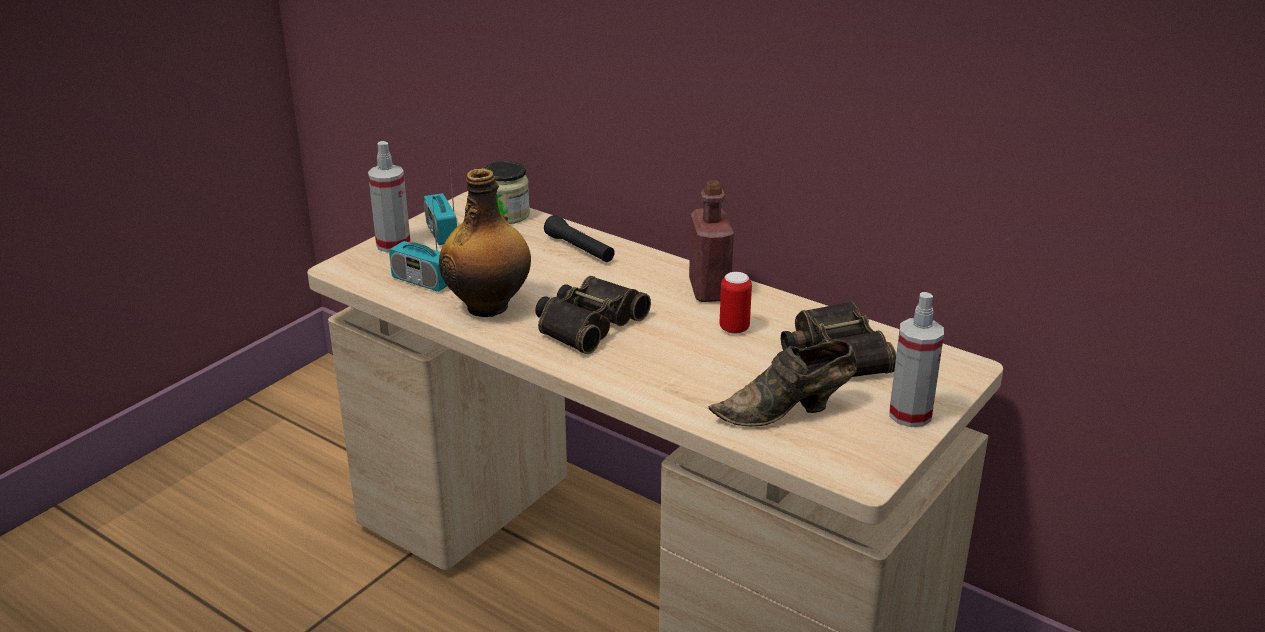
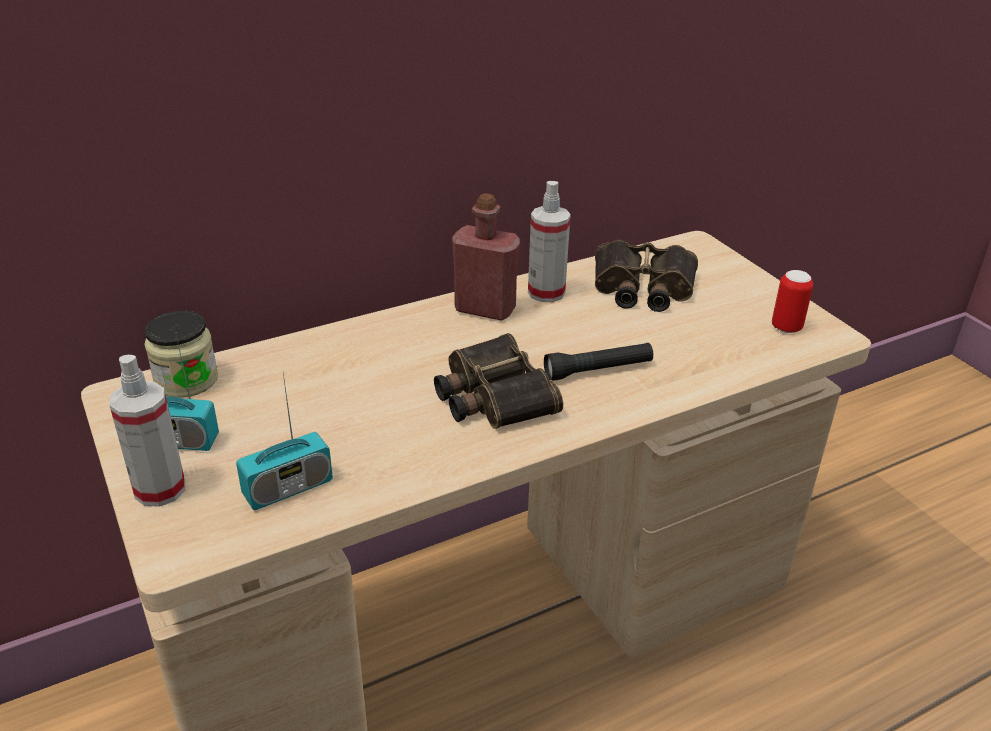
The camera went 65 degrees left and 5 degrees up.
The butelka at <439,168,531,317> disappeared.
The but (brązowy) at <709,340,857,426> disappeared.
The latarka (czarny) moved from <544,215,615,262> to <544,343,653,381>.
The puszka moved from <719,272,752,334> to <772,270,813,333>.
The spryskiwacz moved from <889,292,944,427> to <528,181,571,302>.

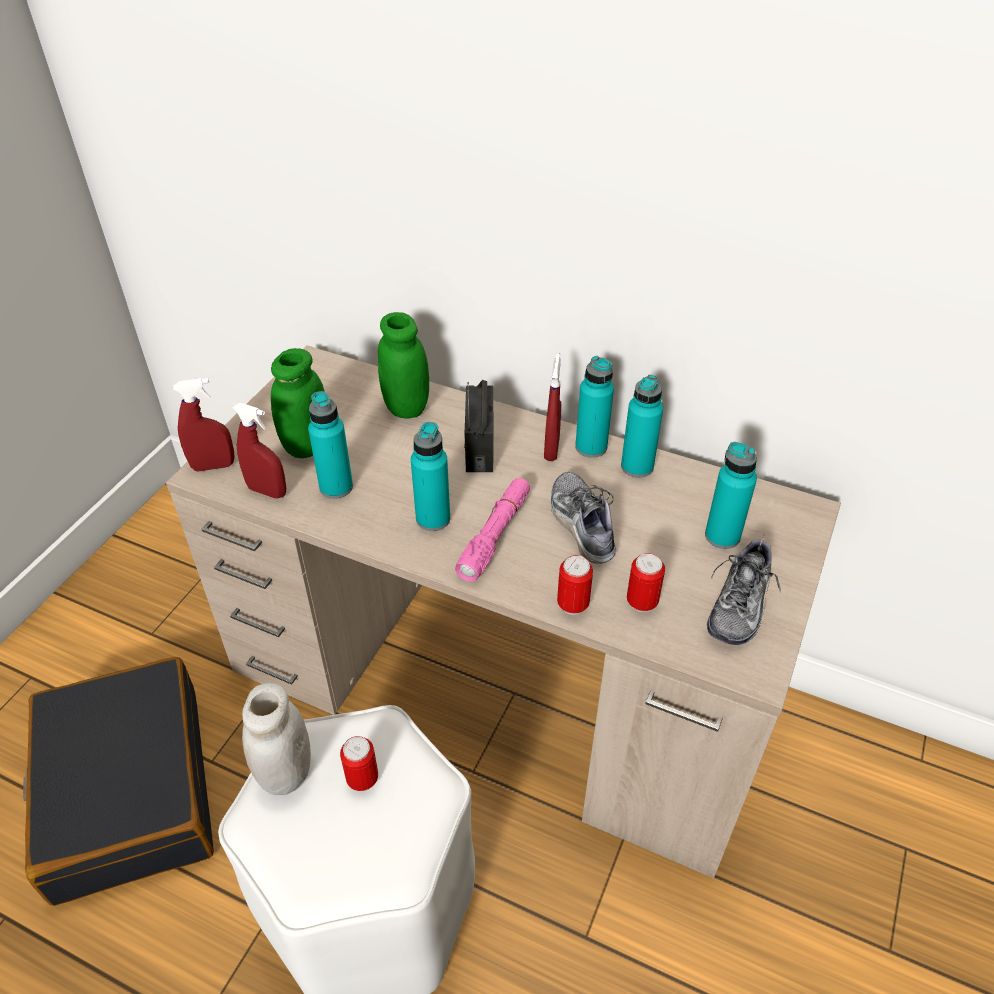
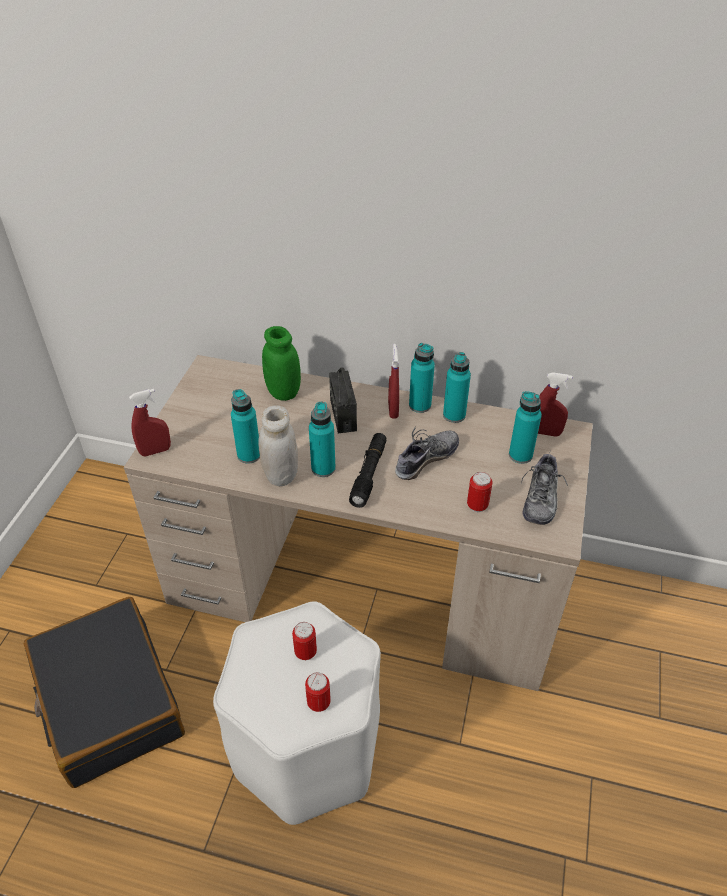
The camera went 10 degrees left and 0 degrees up.
The słoik (zielony) at <271,348,325,458> disappeared.
The spryskiwacz (czerwony) moved from <233,403,286,499> to <538,372,572,437>.
The słoik (biały) moved from <242,683,311,795> to <258,406,298,486>.
The puszka moved from <557,555,593,615> to <305,672,331,712>.
The latarka (różowy) at <455,478,530,582> became the latarka (czarny) at <349,433,386,508>.
The but at <551,472,616,564> turned 75 degrees clockwise.

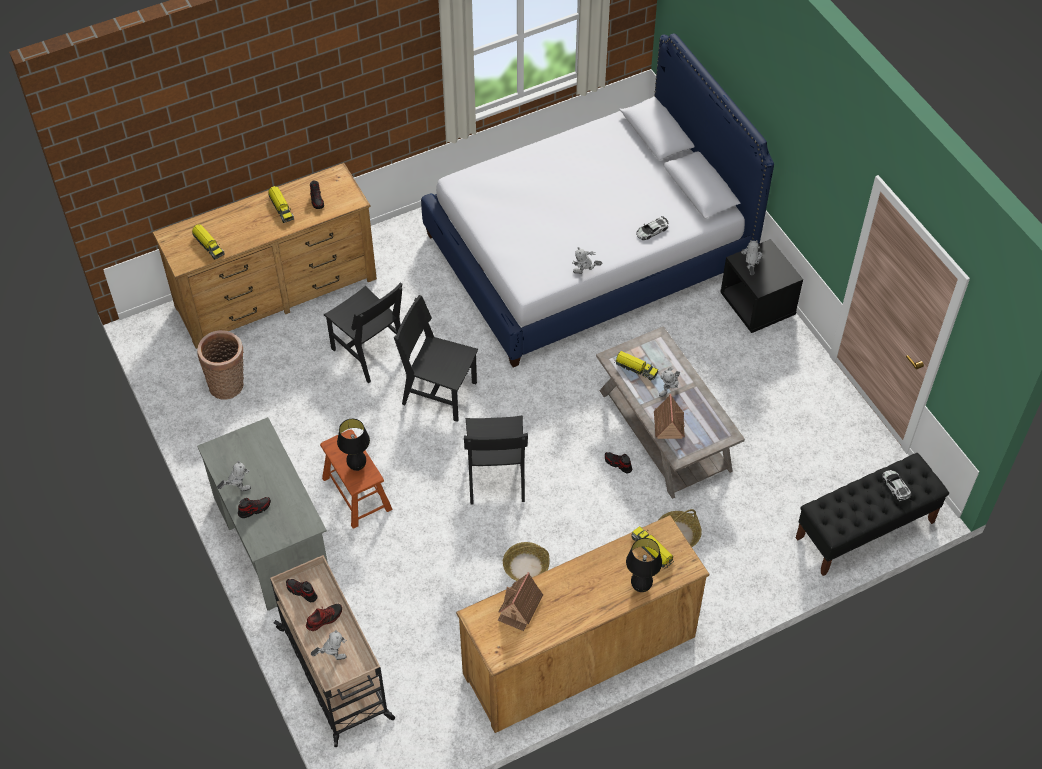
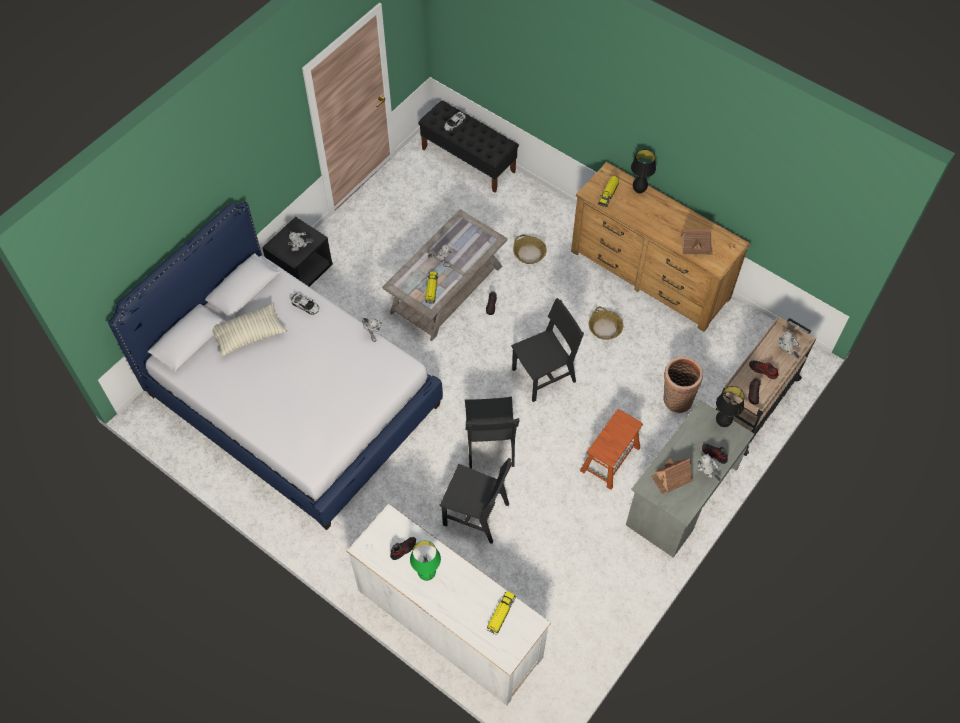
The camera went 115 degrees left and 5 degrees up.
The poduszka at <212,303,287,357> appeared.
The koszyk moved from <197,330,244,400> to <663,356,703,413>.
The lampa stołowa (czarny) moved from <337,419,370,471> to <716,386,744,427>.
The domek moved from <654,394,685,439> to <651,458,693,494>.
The ciężarówka zabawkowa at <268,186,294,223> was replaced by the lampa stołowa (zielony) at <410,540,441,581>.
The komoda (brązowy) at <152,163,377,349> became the komoda (biały) at <346,503,551,705>.
The krzesło (czarny) at <324,282,403,383> turned 90 degrees clockwise.

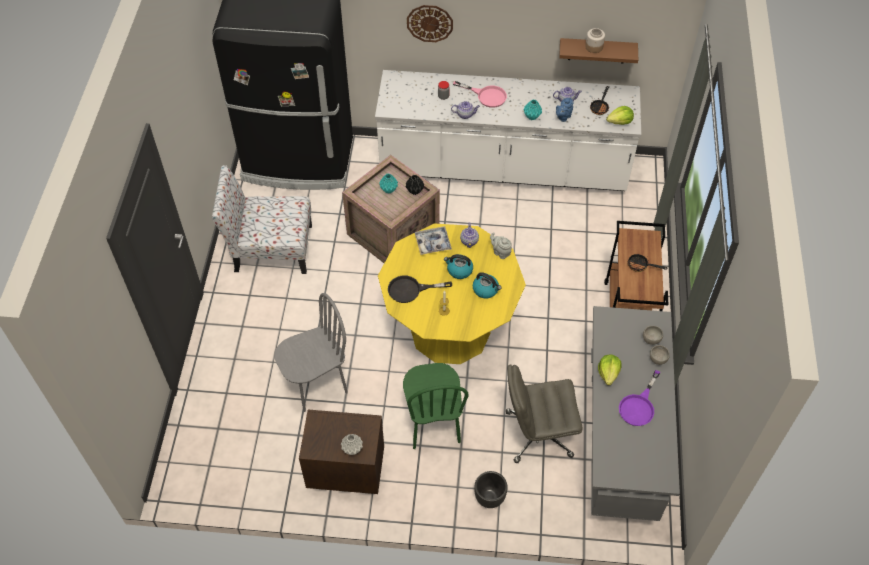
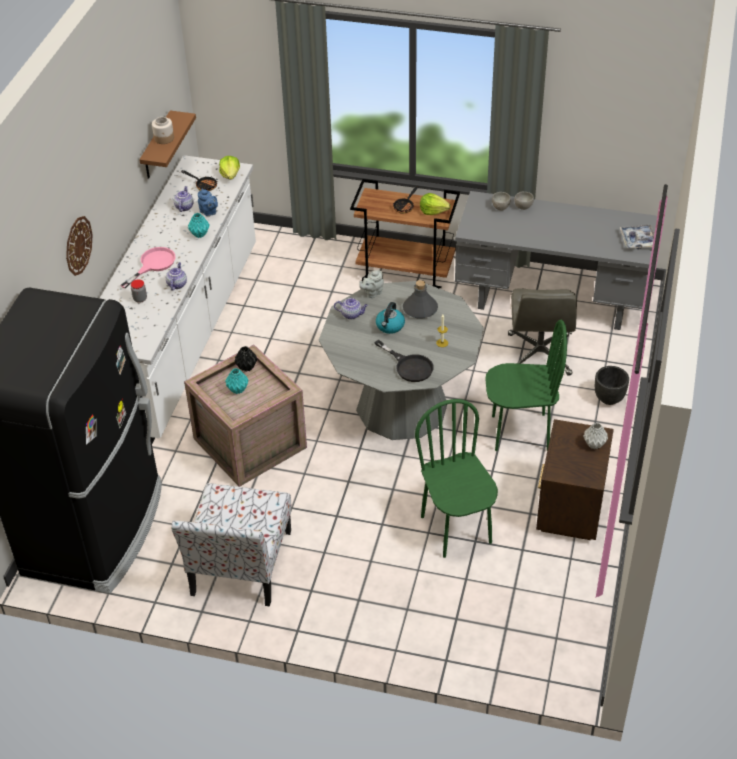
The camera went 80 degrees left and 10 degrees down.
The patelnia (fioletowy) at <619,370,661,426> disappeared.
The taca moved from <415,226,452,255> to <620,225,654,249>.
The sałata moved from <598,354,621,385> to <420,193,451,215>.
The czajnik at <473,272,502,299> was replaced by the butelka (szary) at <403,280,438,319>.
The krzesło (szary) at <274,293,348,412> became the krzesło (zielony) at <415,399,498,558>.
The stół jadalny (żółty) at <378,223,526,364> became the stół jadalny (szary) at <319,281,484,440>.
The patelnia (czarny) at <388,275,452,303> turned 45 degrees counterclockwise.

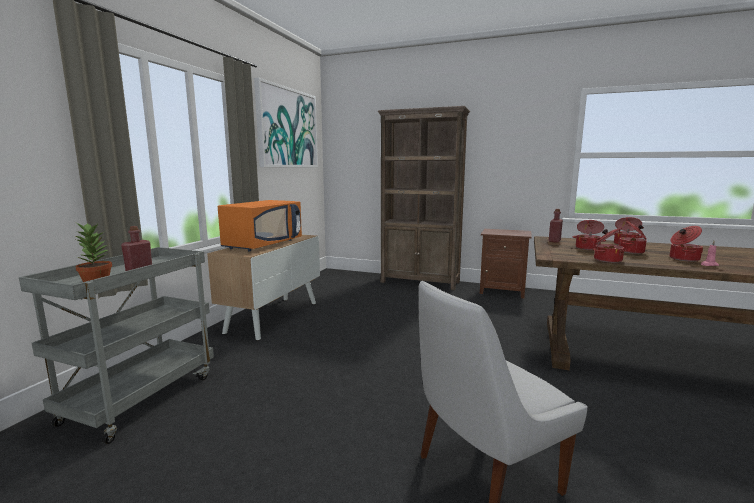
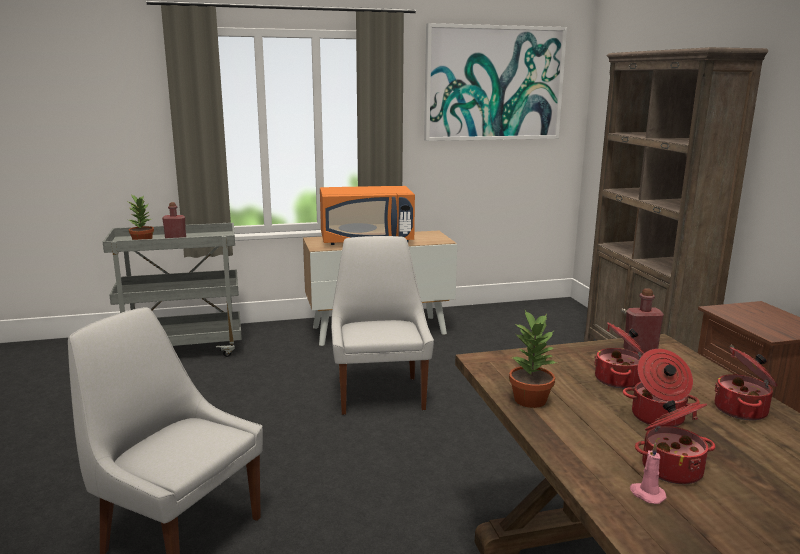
The camera went 55 degrees right and 5 degrees up.
The krzesło (biały) at <331,236,434,415> appeared.
The garnek at <593,227,625,263> was replaced by the roślina doniczkowa at <509,310,558,408>.

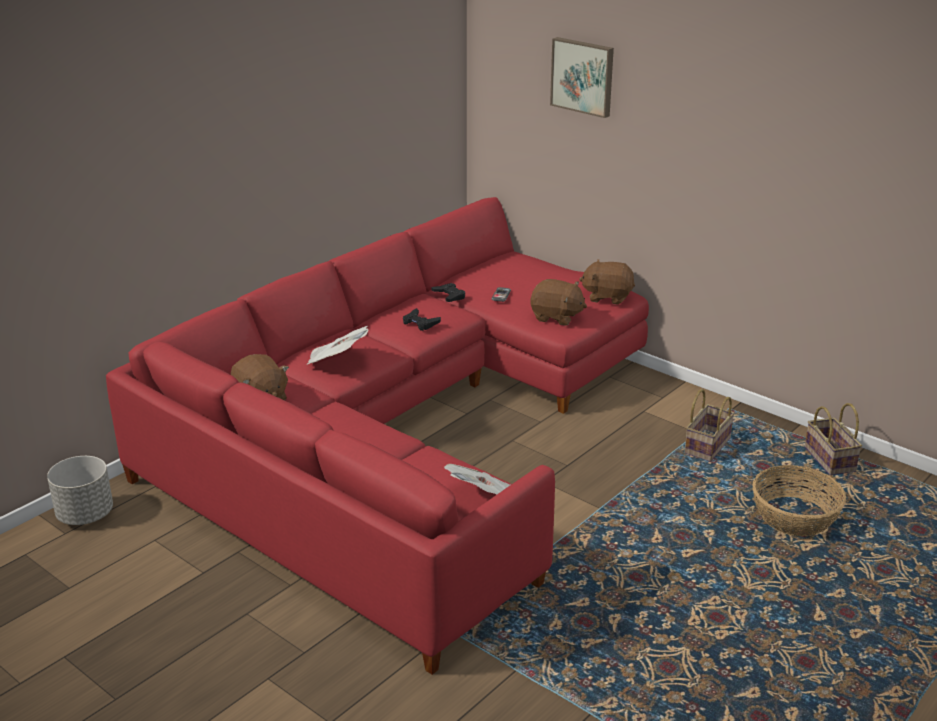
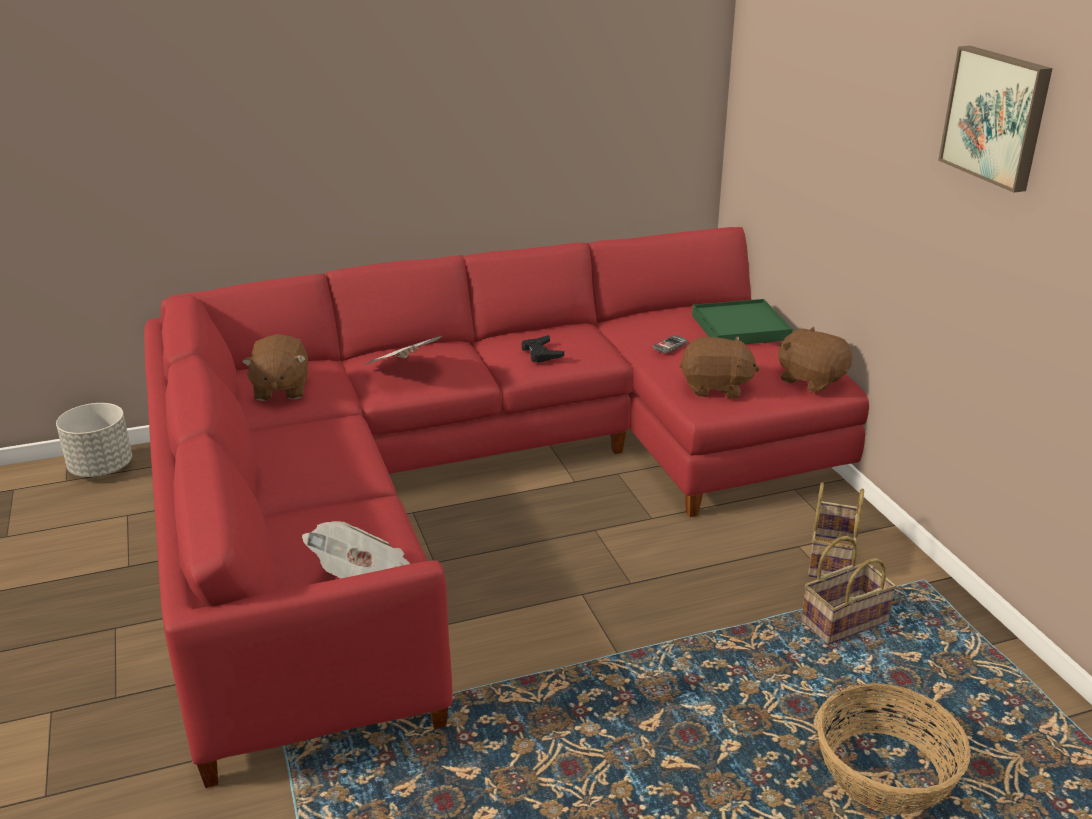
The camera went 30 degrees right and 0 degrees up.
The pad do gier (czarny) at <431,283,465,302> disappeared.
The taca (zielony) at <692,299,793,344> appeared.
The obraz moved from <550,37,614,118> to <938,46,1053,193>.
The koszyk moved from <805,403,862,475> to <808,482,864,578>.
The pluszak (brązowy) at <531,279,587,326> turned 45 degrees counterclockwise.

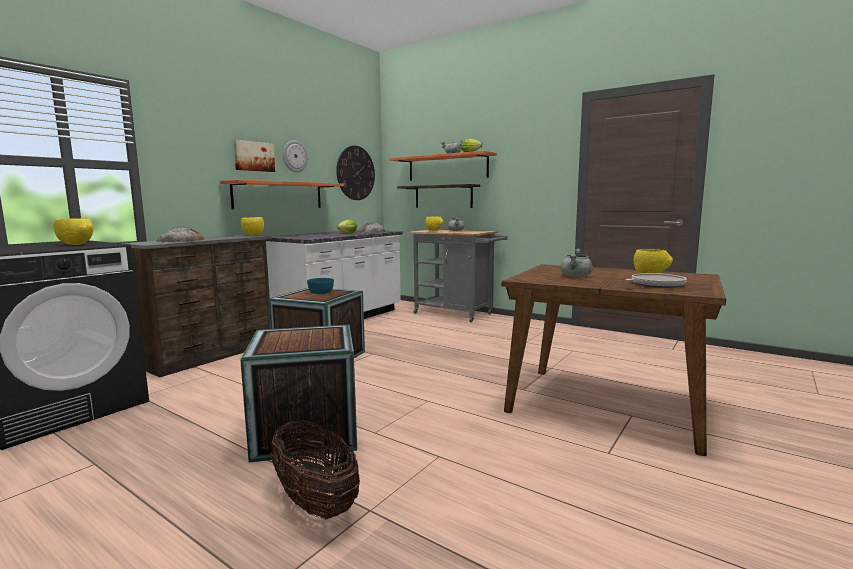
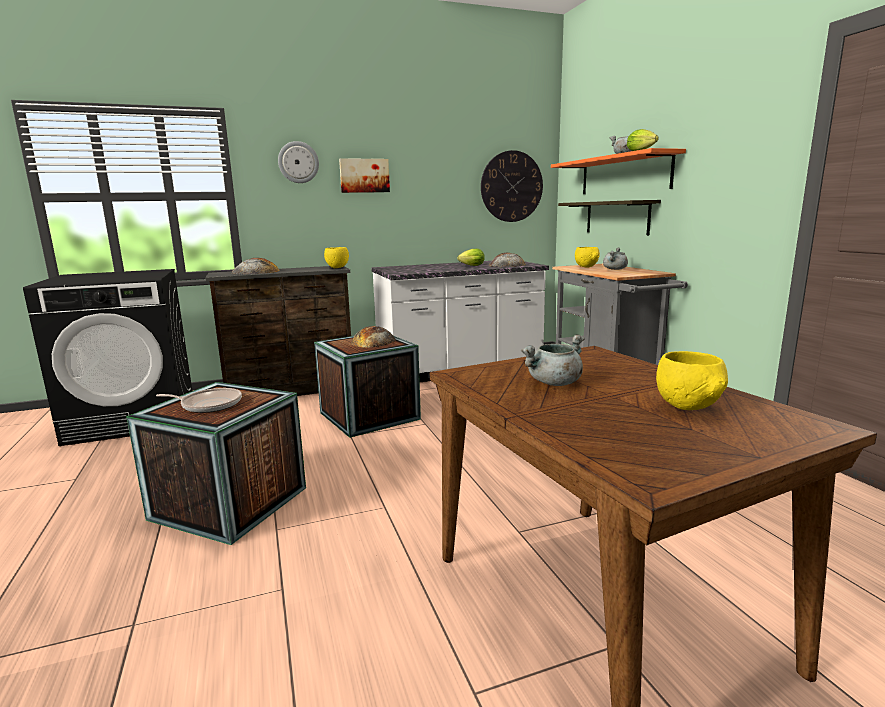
The camera went 35 degrees right and 5 degrees up.
The miska (żółty) at <53,218,93,245> disappeared.
The półka (pomarańczowy) at <220,180,344,209> disappeared.
The koszyk at <271,420,360,520> disappeared.
The zegar ścienny moved from <283,140,308,172> to <278,141,319,183>.
The patelnia moved from <625,273,687,288> to <156,388,242,413>.
The miska (turkusowy) at <307,278,334,294> was replaced by the chleb at <351,326,396,348>.

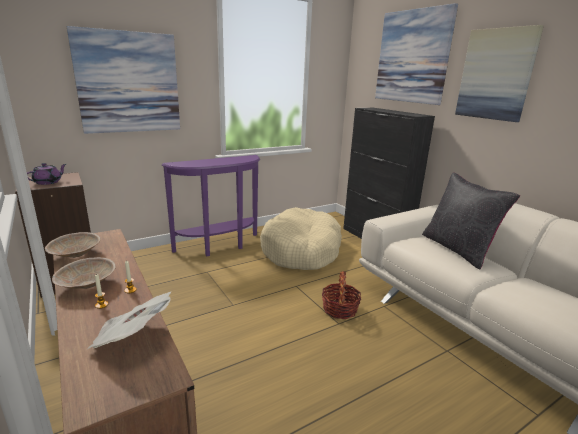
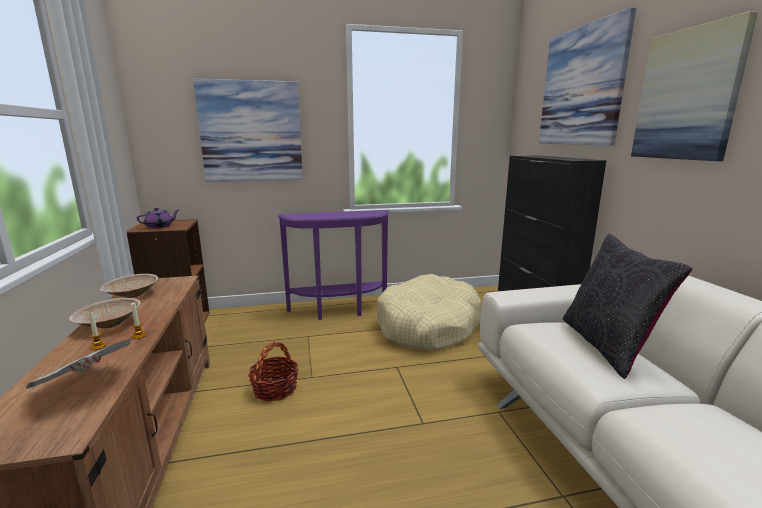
The camera went 20 degrees right and 5 degrees down.
The koszyk moved from <322,271,361,319> to <248,342,298,402>.

